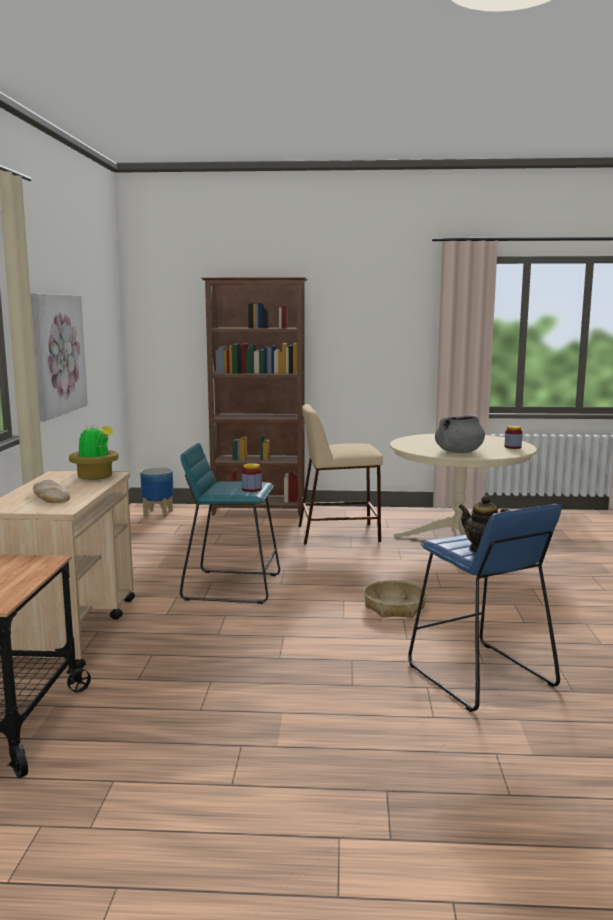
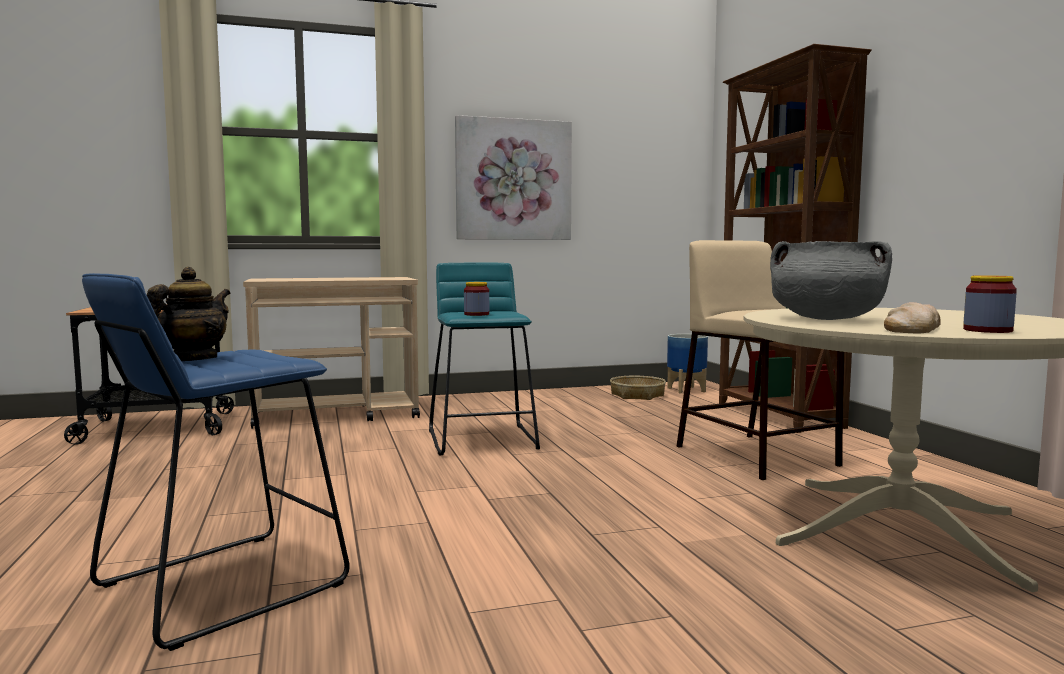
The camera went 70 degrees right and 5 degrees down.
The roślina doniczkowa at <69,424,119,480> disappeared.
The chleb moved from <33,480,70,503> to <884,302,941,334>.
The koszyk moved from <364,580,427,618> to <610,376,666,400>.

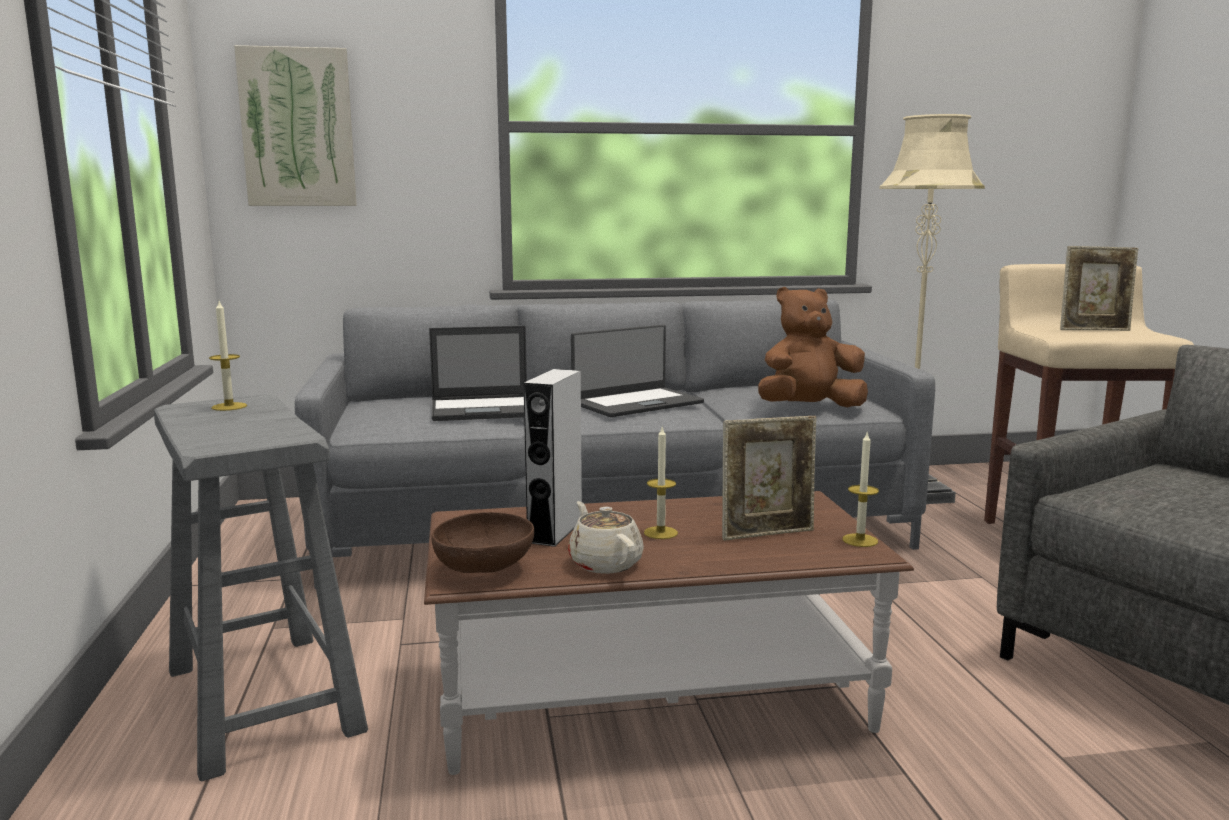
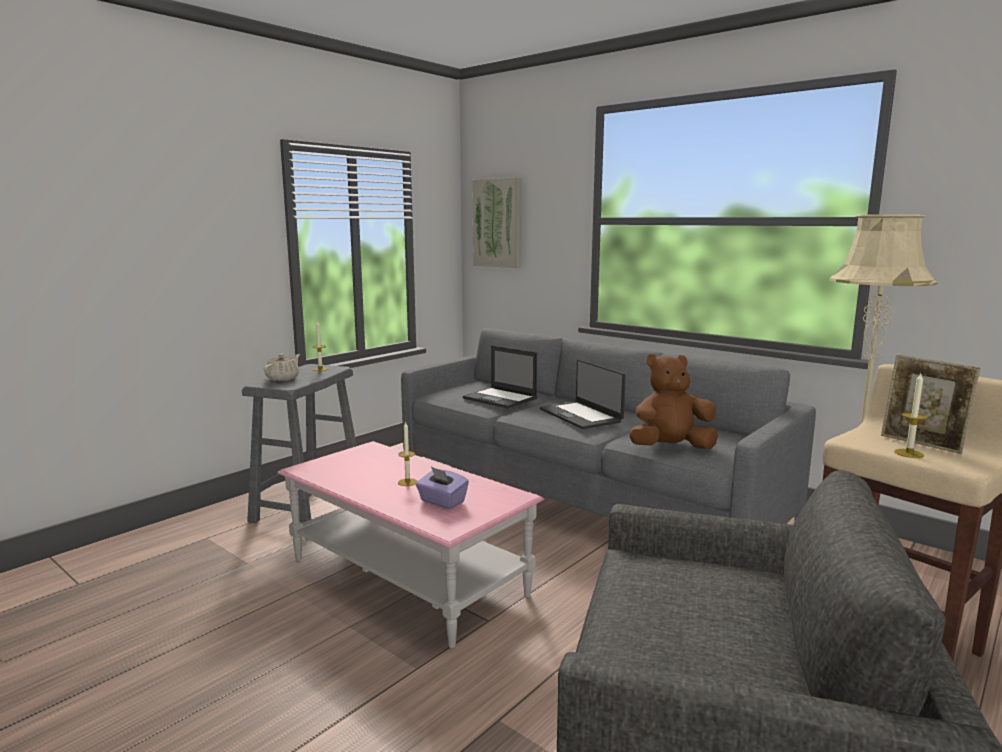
The camera went 50 degrees right and 0 degrees up.
The miska (brązowy) at <431,512,534,573> disappeared.
The głośnik (szary) at <523,369,582,547> disappeared.
The imbryk (beżowy) moved from <568,501,644,574> to <264,354,300,381>.
The świeca moved from <843,431,879,547> to <894,374,928,458>.
The ramka na zdjęcie at <722,416,817,541> was replaced by the pudełko chusteczek (fioletowy) at <416,467,469,509>.
The ława (brązowy) at <424,491,914,775> became the ława (różowy) at <277,441,544,648>.
The laptop at <571,325,704,417> turned 45 degrees clockwise.
The pluszak (brązowy) at <758,287,868,408> turned 45 degrees counterclockwise.

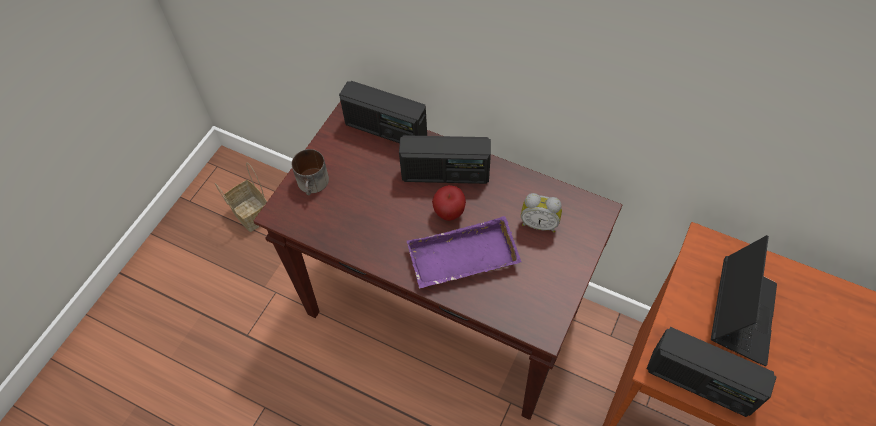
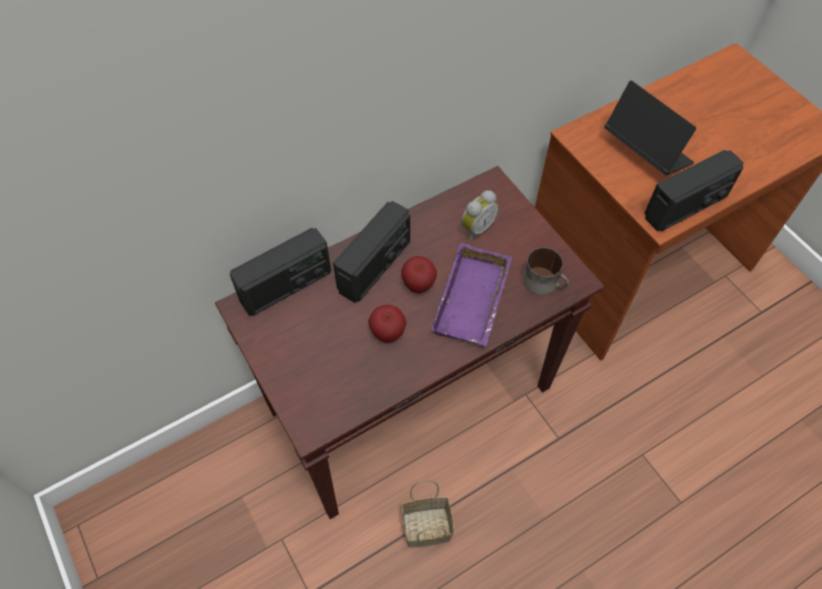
The camera went 60 degrees left and 0 degrees up.
The jabłko at <368,305,407,343> appeared.
The koszyk moved from <215,162,267,232> to <402,480,454,548>.
The kubek moved from <292,149,329,195> to <523,247,569,295>.

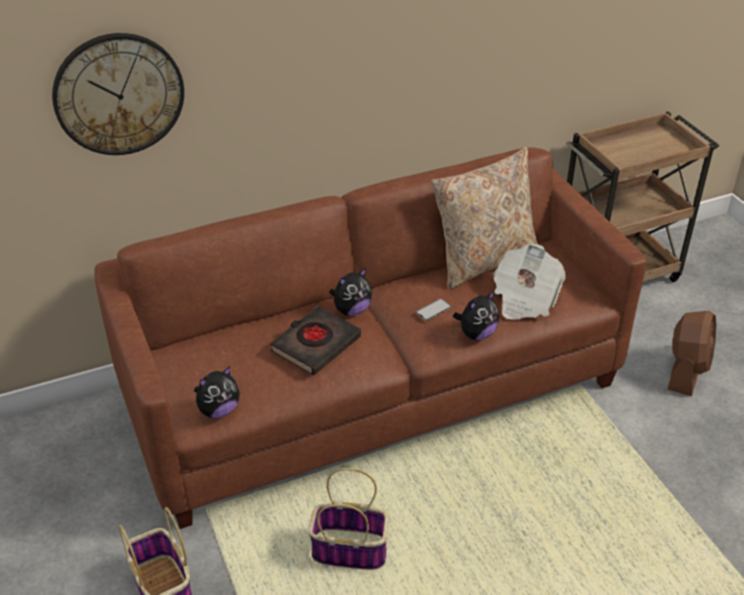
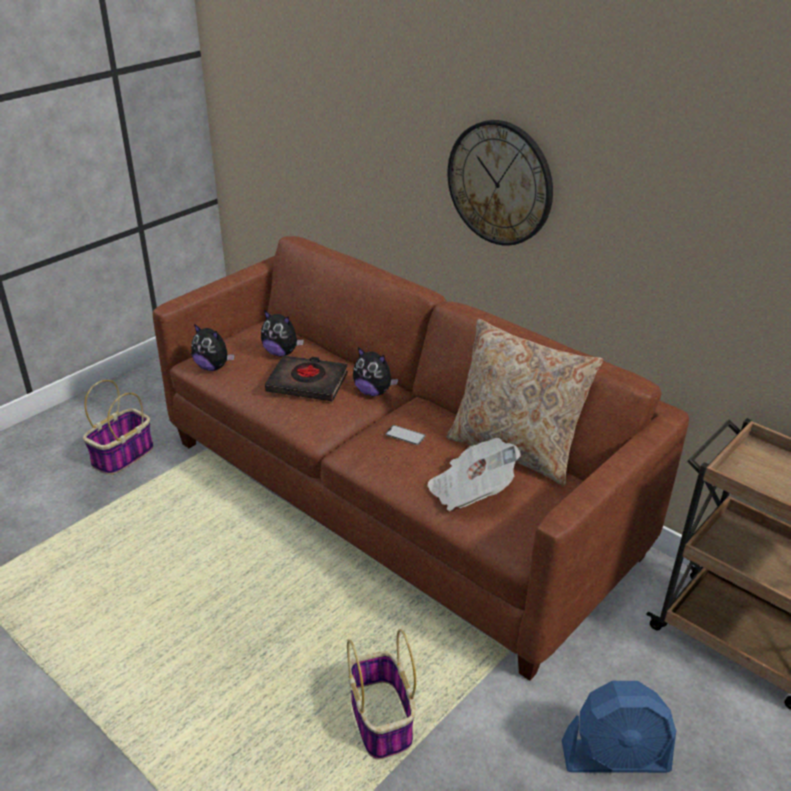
The camera went 65 degrees right and 5 degrees down.
The zegar ścienny moved from <52,33,184,155> to <447,120,553,246>.
The koszyk moved from <308,468,389,570> to <347,629,416,760>.
The pluszak moved from <453,290,499,340> to <261,310,304,357>.
The wentylator (brązowy) at <668,311,716,397> became the wentylator (niebieski) at <562,681,676,773>.

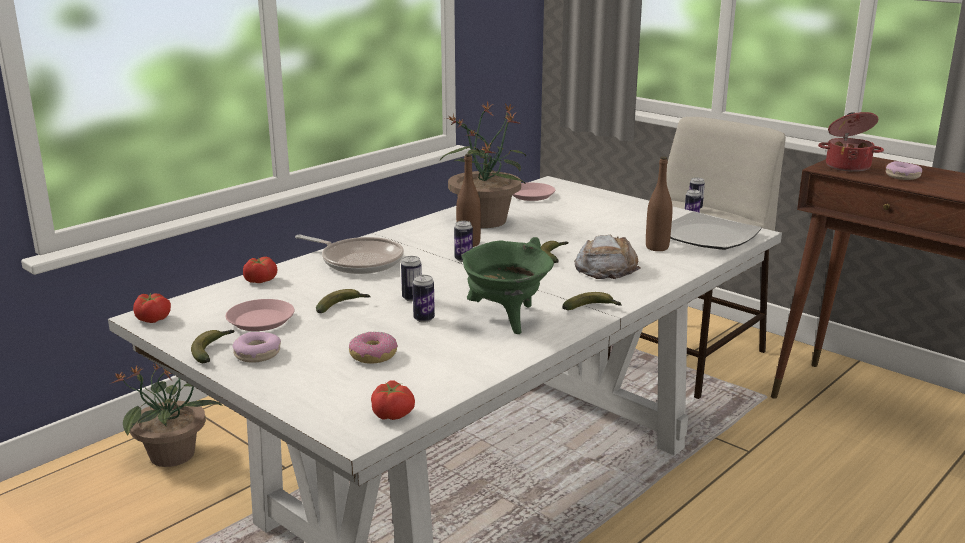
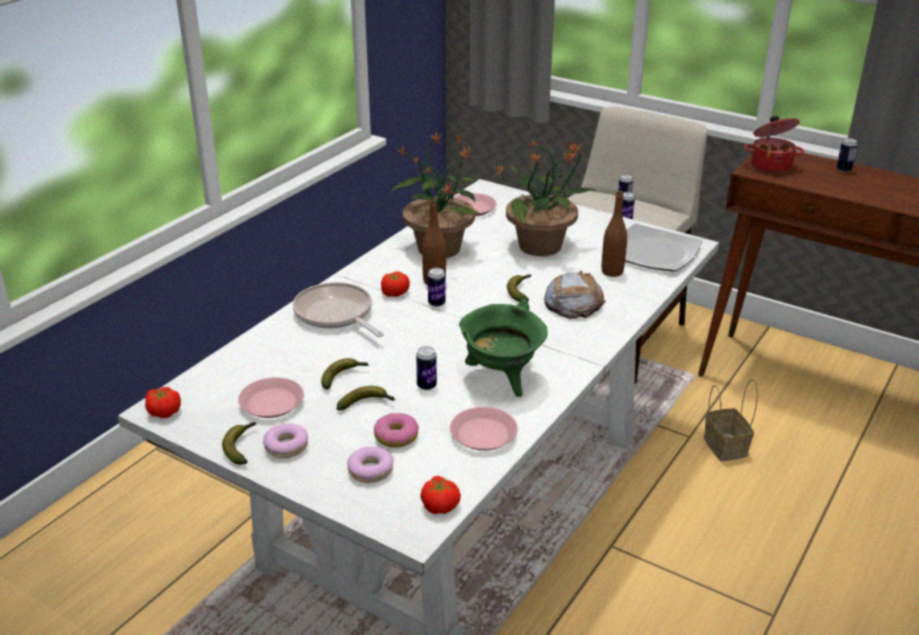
The camera went 10 degrees left and 10 degrees up.
The talerz (różowy) at <450,407,518,451> appeared.
The koszyk at <704,379,758,461> appeared.
The roślina doniczkowa moved from <112,364,223,467> to <495,141,597,256>.
The pomidor moved from <243,257,277,283> to <381,271,410,297>.
The puszka moved from <401,256,422,301> to <836,138,858,173>.
The banan moved from <563,292,622,310> to <337,386,395,411>.
The donut moved from <886,161,922,180> to <347,447,394,483>.
The patelnia at <295,235,404,274> turned 150 degrees counterclockwise.

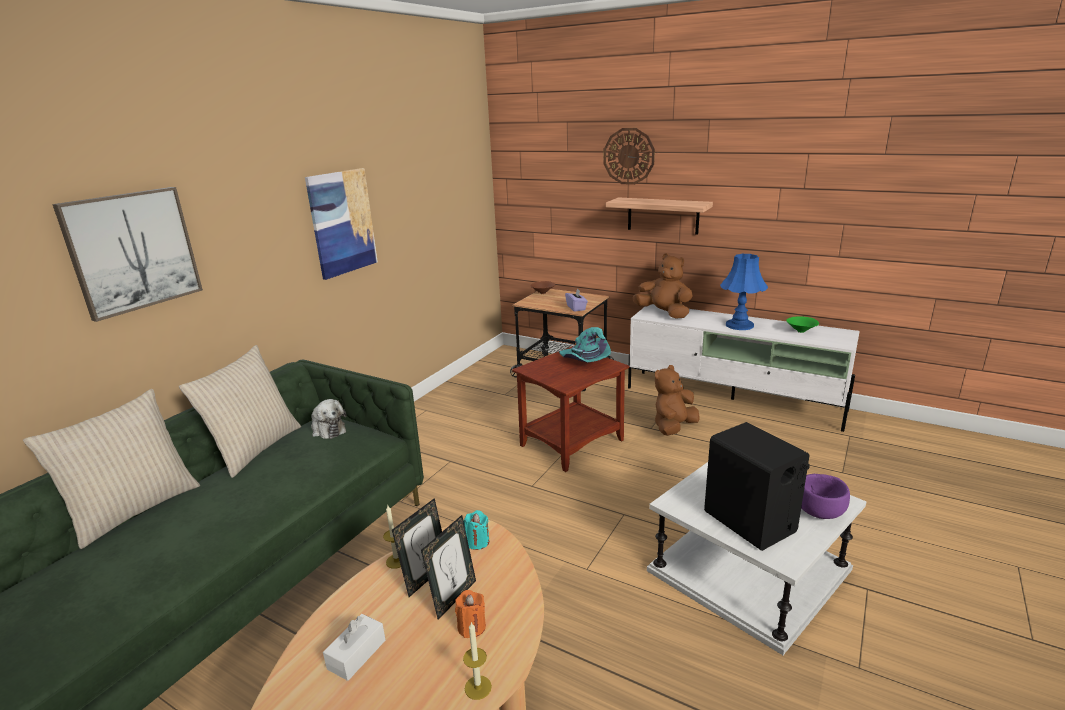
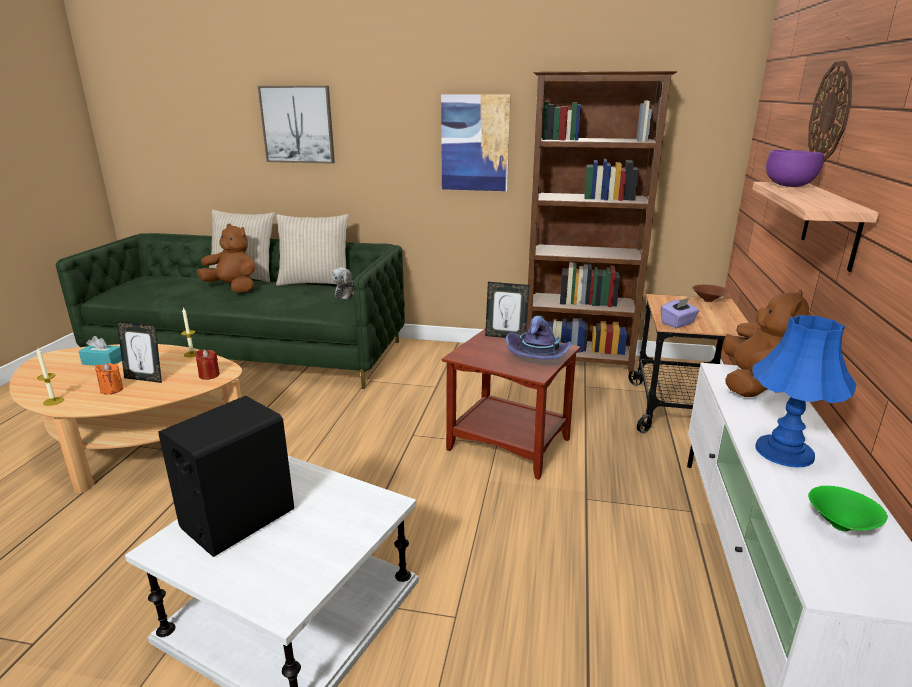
The camera went 70 degrees right and 0 degrees up.
The regał (brązowy) at <526,71,677,374> appeared.
The ramka na zdjęcie moved from <392,498,442,597> to <485,282,529,338>.
The pluszak (brązowy) moved from <655,365,700,436> to <197,223,256,292>.
The miska (fioletowy) moved from <801,474,850,519> to <766,150,824,187>.
The pudełko chusteczek (biały) at <323,614,385,681> became the pudełko chusteczek (turkusowy) at <78,336,122,366>.
The świeca (turkusowy) at <464,510,489,550> became the świeca (czerwony) at <195,350,220,380>.
The kapelusz (turkusowy) at <559,327,611,362> became the kapelusz (fioletowy) at <506,316,572,359>.

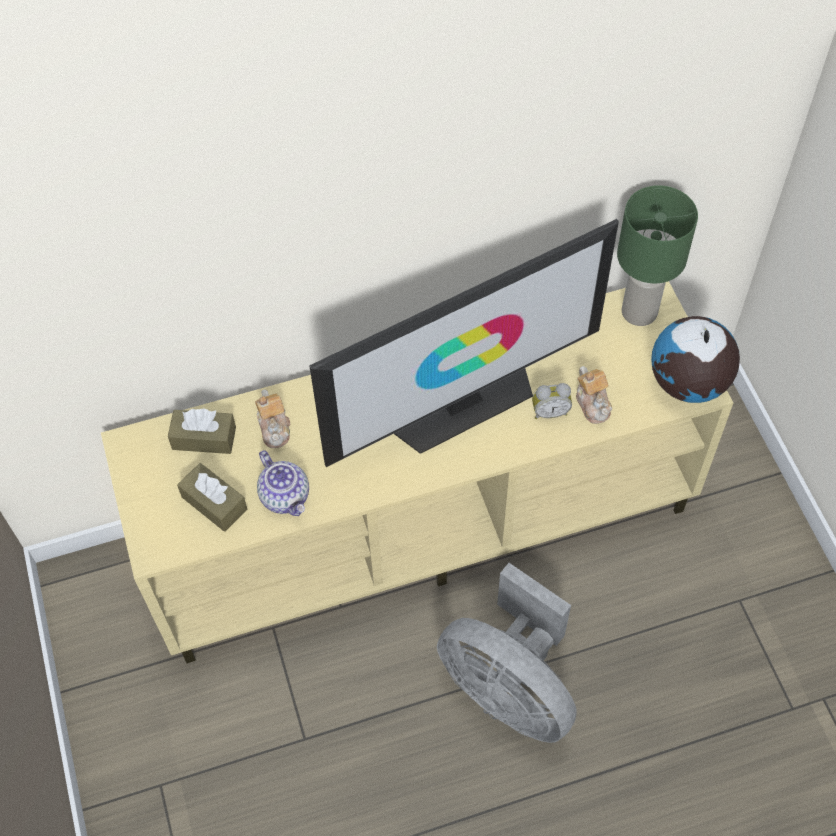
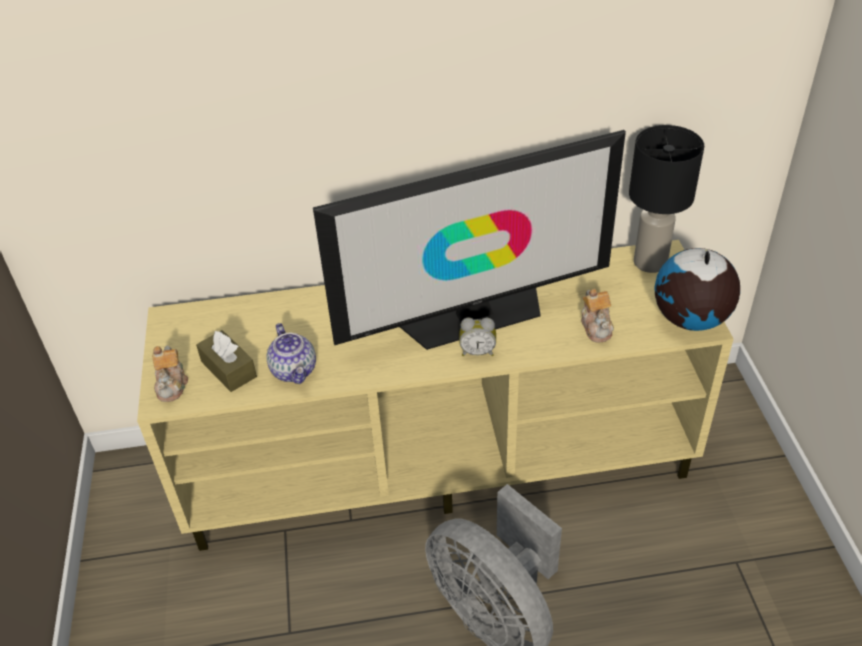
The camera went 10 degrees right and 15 degrees down.
The pudełko chusteczek (brązowy) at <168,409,236,454> disappeared.
The imbryk moved from <255,390,290,448> to <152,346,188,402>.
The budzik moved from <532,383,572,419> to <459,318,496,356>.
The lampa stołowa (zielony) at <617,185,698,326> became the lampa stołowa (czarny) at <629,125,704,273>.

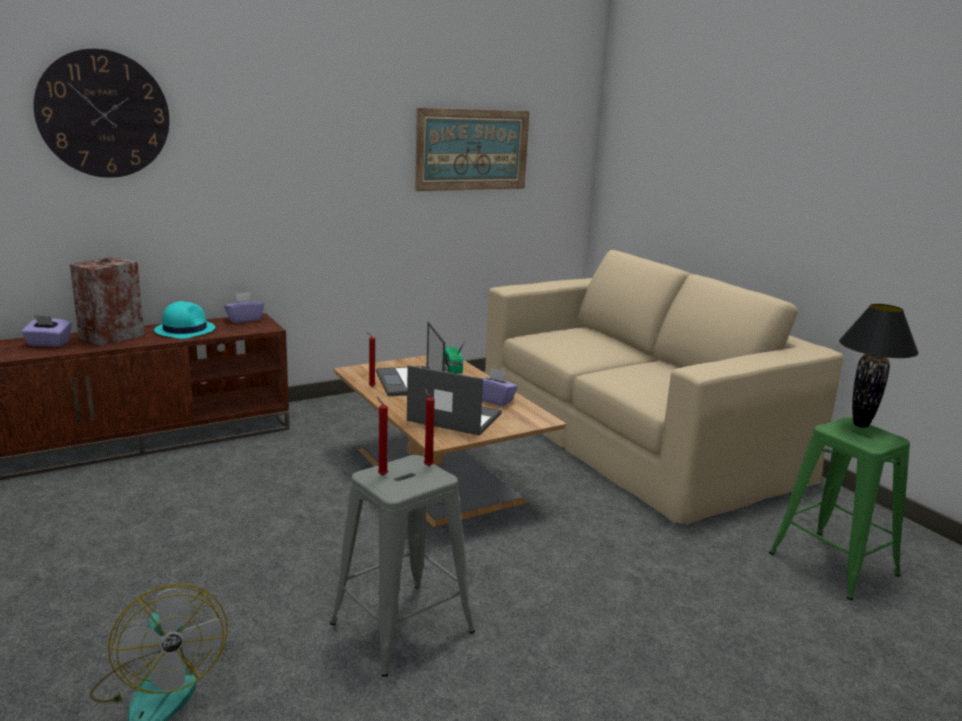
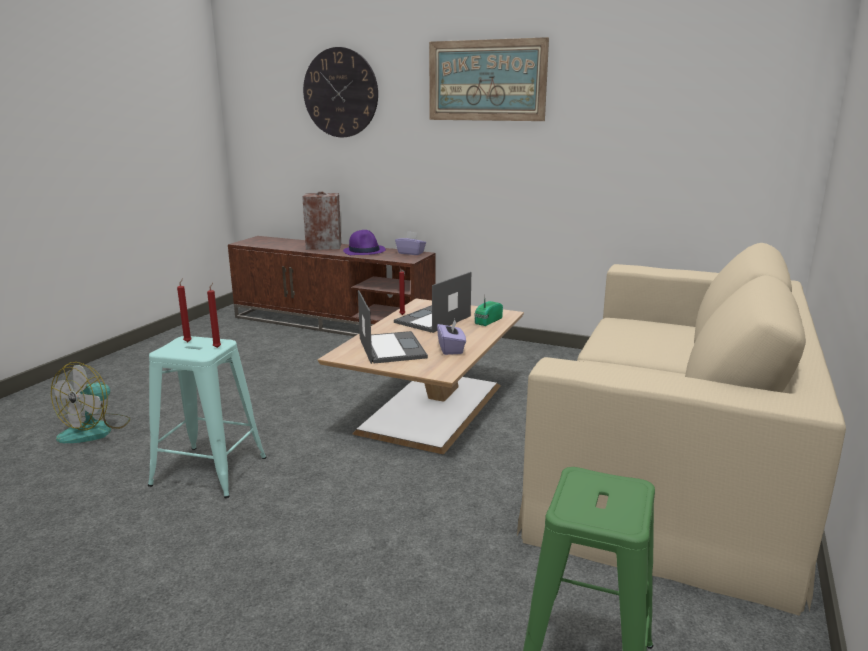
The camera went 55 degrees right and 0 degrees up.
The pudełko chusteczek (fioletowy) at <21,315,72,347> disappeared.
The lampa stołowa (czarny) at <839,304,919,428> disappeared.
The obraz moved from <415,108,530,191> to <429,37,549,121>.
The kapelusz (turkusowy) at <154,301,215,339> became the kapelusz (fioletowy) at <343,230,386,255>.
The stołek (szary) at <330,455,475,677> became the stołek (turkusowy) at <148,336,267,498>.

